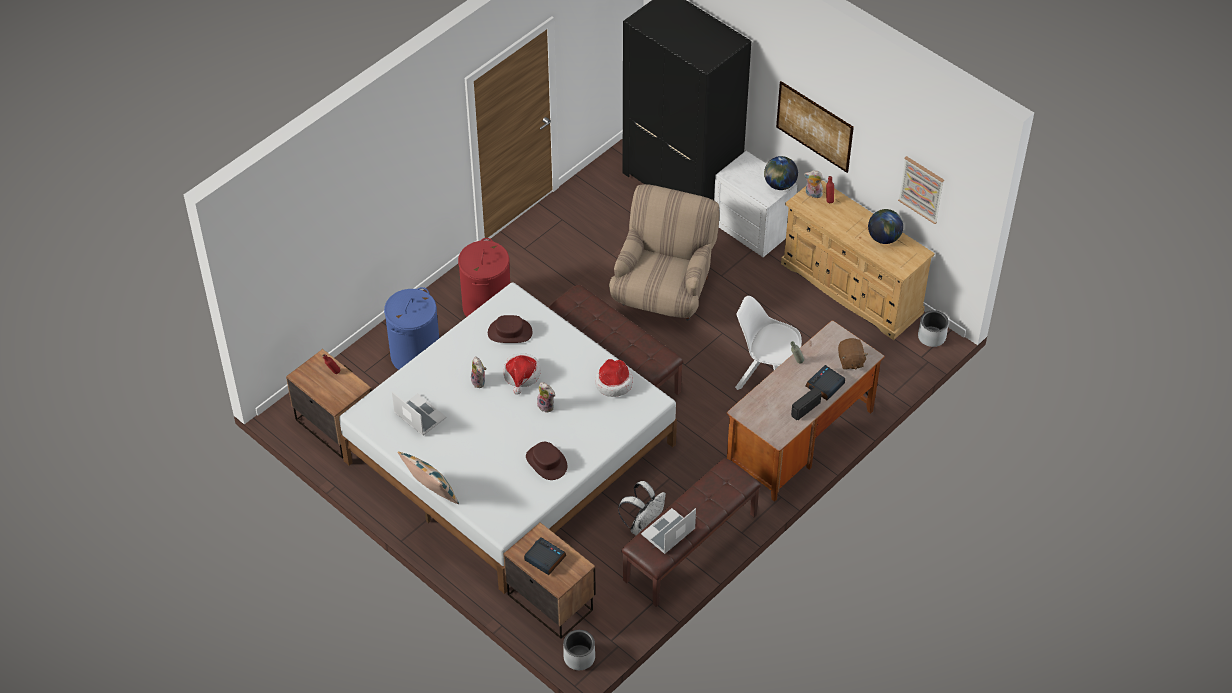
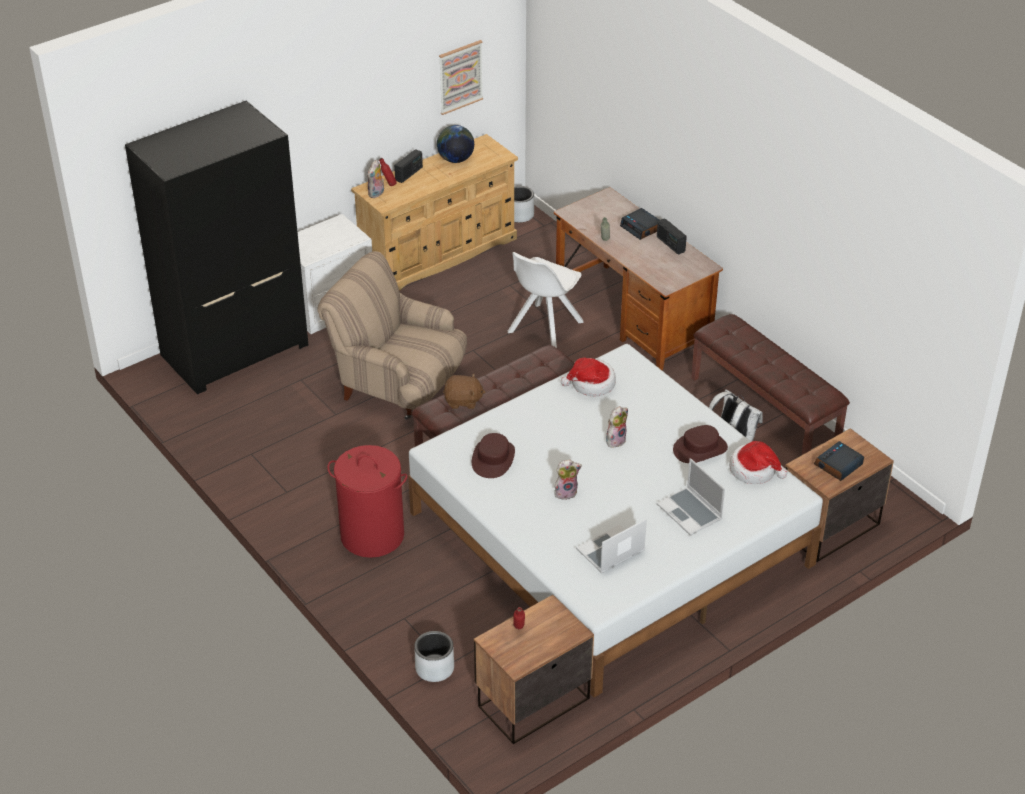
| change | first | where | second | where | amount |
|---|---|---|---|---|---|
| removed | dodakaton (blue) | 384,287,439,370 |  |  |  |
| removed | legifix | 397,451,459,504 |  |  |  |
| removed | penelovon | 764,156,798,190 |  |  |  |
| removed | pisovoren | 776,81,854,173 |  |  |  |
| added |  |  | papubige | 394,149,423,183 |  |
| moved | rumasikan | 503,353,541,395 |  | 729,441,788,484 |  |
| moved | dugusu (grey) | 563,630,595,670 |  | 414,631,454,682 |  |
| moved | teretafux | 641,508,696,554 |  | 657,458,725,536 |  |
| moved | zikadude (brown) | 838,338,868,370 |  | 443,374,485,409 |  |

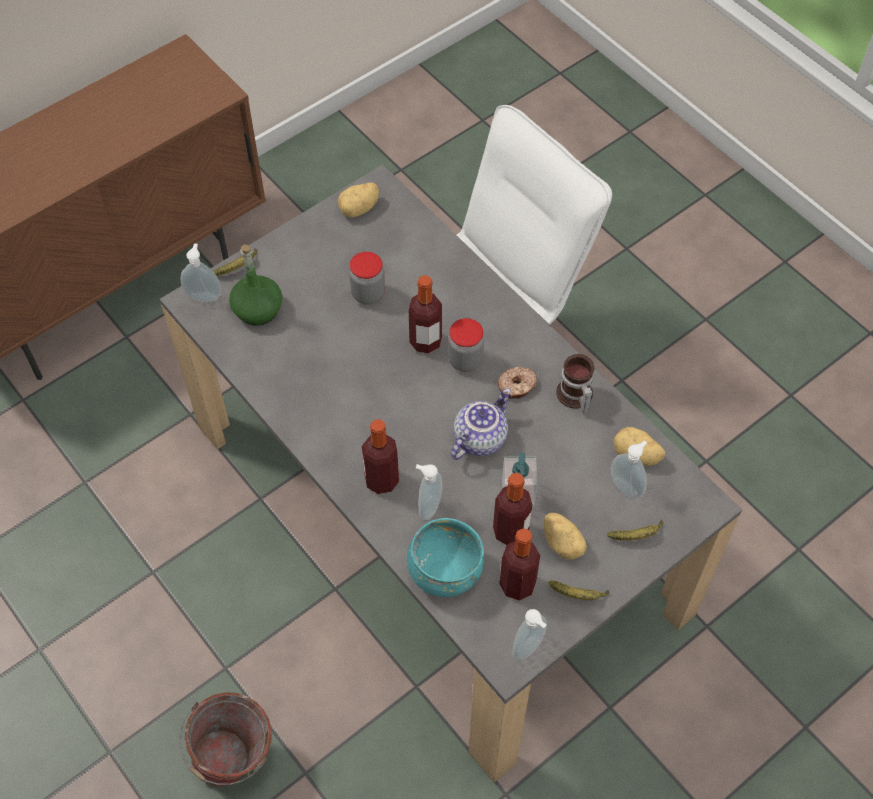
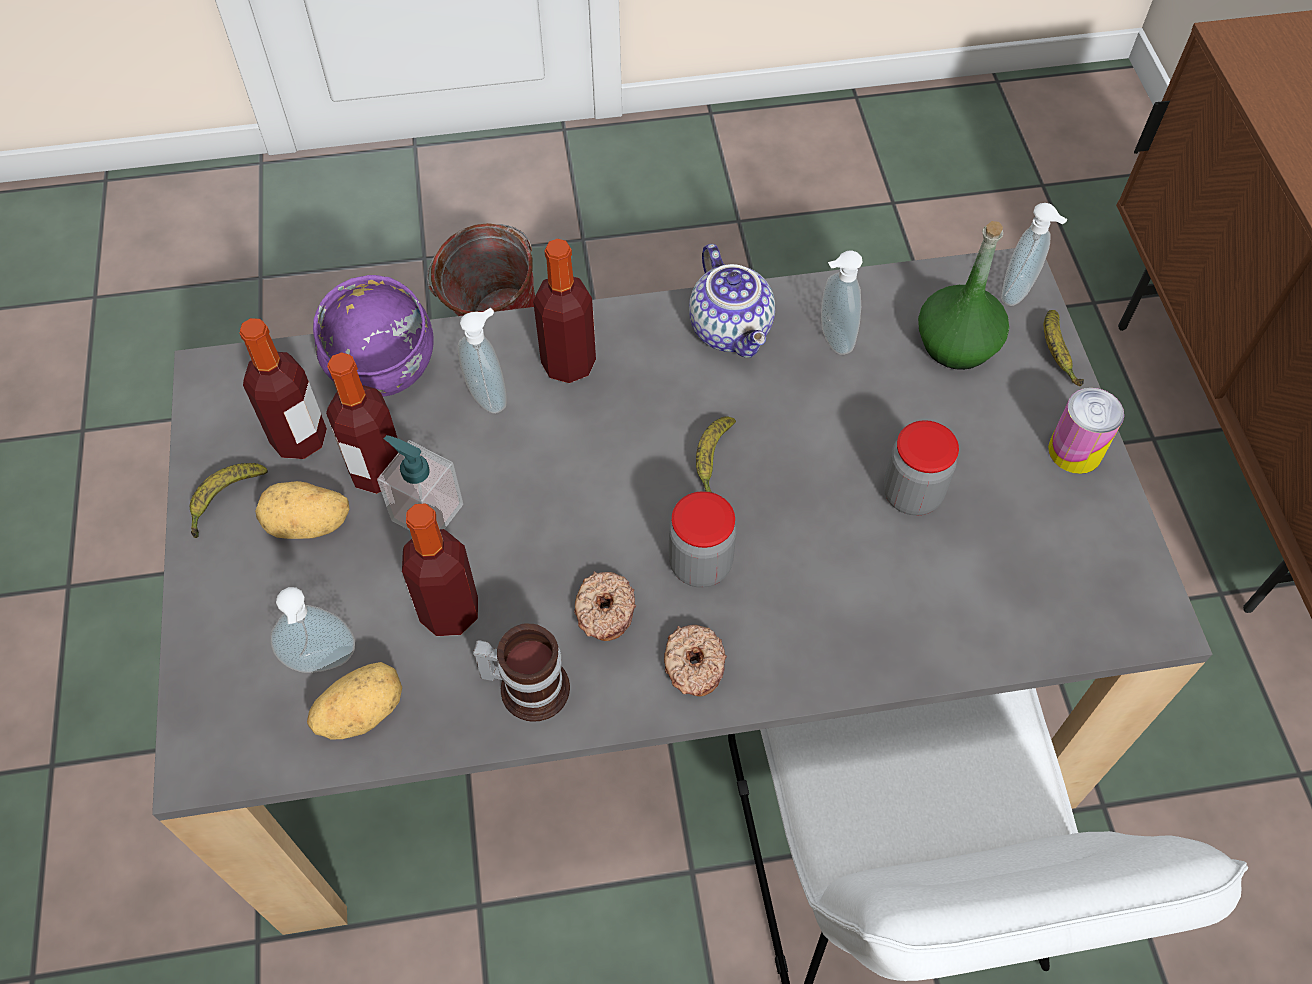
| change | first | where | second | where | amount |
|---|---|---|---|---|---|
| removed | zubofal | 338,183,379,217 |  |  |  |
| added |  |  | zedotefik | 664,625,727,696 |  |
| added |  |  | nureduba | 1048,388,1124,474 |  |
| moved | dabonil | 409,275,442,354 |  | 402,503,478,636 |  |
| moved | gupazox | 451,388,511,460 |  | 689,244,775,358 |  |
| moved | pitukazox | 512,609,547,660 |  | 821,251,863,355 |  |
| moved | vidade | 607,520,663,541 |  | 696,416,736,493 |  |
| recoloured | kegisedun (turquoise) | 407,518,484,597 | kegisedun (purple) | 313,275,434,397 |  |

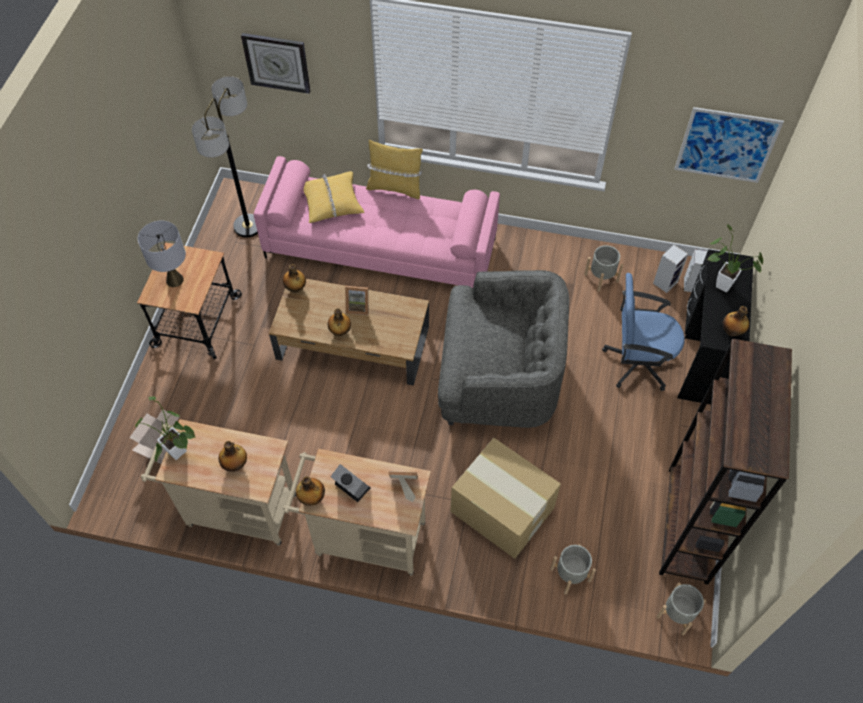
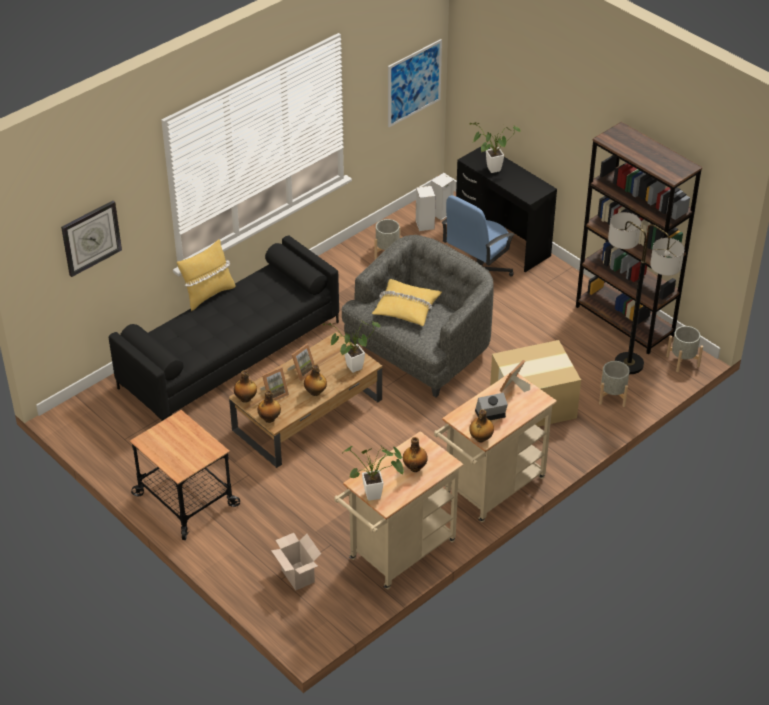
| change | first | where | second | where | amount |
|---|---|---|---|---|---|
| removed | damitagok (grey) | 138,220,186,287 |  |  |  |
| added |  |  | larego | 260,367,289,400 |  |
| added |  |  | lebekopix | 323,320,380,373 |  |
| moved | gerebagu | 192,76,258,238 |  | 608,212,684,374 |  |
| moved | legifix (yellow) | 303,171,364,223 |  | 372,279,442,326 |  |
| moved | dabonil | 722,306,749,336 |  | 258,390,281,423 |  |
| recoloured | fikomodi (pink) | 253,156,500,288 | fikomodi (black) | 109,236,339,421 |  |

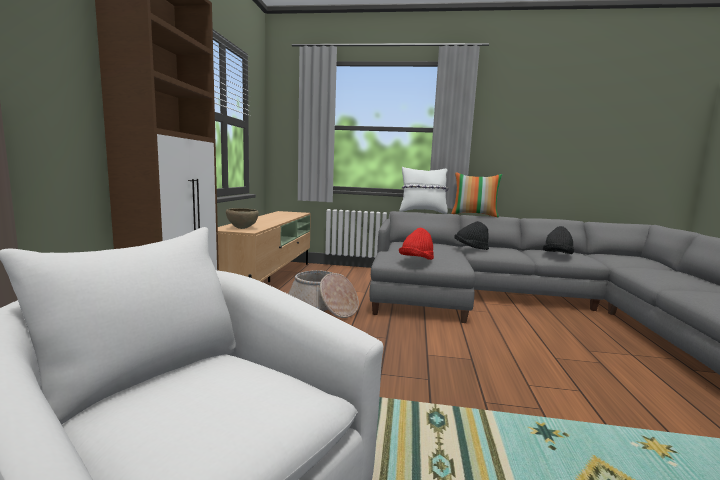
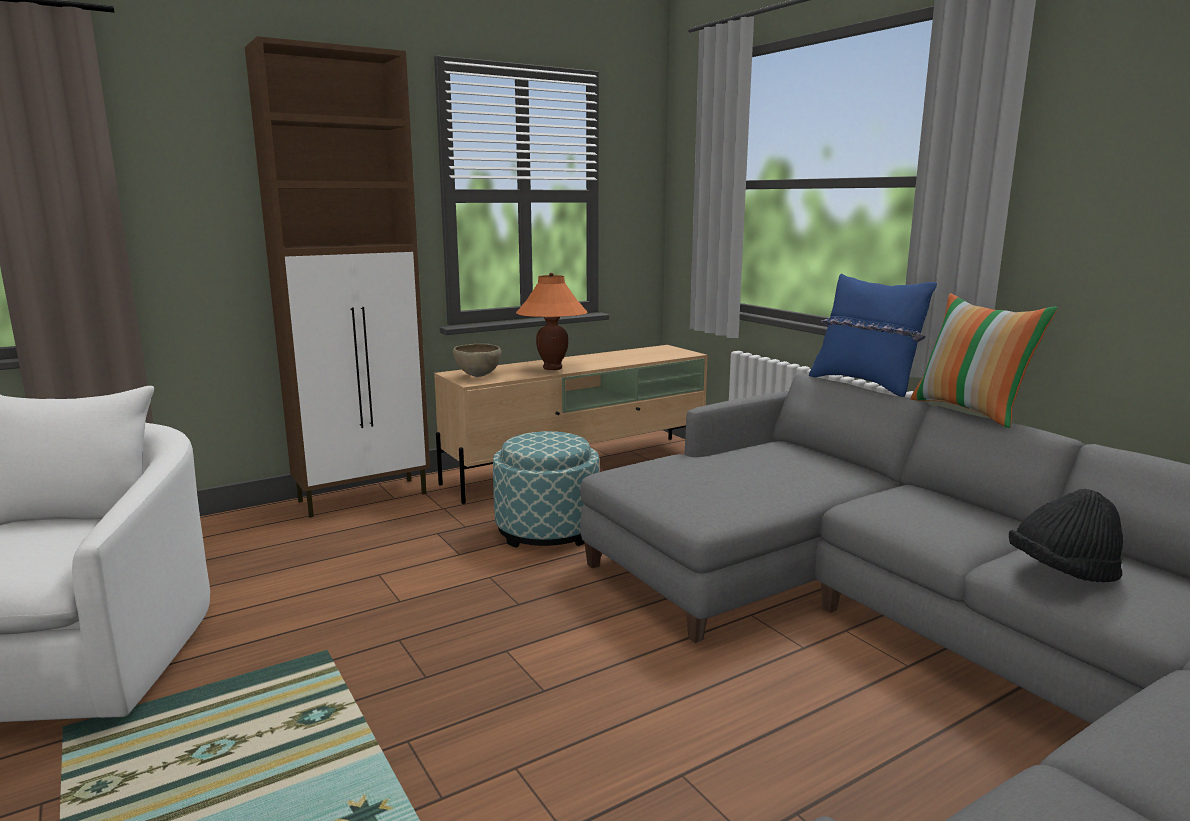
| change | first | where | second | where | amount |
|---|---|---|---|---|---|
| removed | rumasikan (red) | 399,228,434,260 |  |  |  |
| removed | rumasikan (black) | 454,221,489,250 |  |  |  |
| added |  |  | damitagok (orange) | 516,273,588,370 |  |
| replaced | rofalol | 288,270,359,318 | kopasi | 493,431,600,548 |  |
| recoloured | legifix (white) | 399,167,449,214 | legifix (blue) | 809,273,937,397 |  |

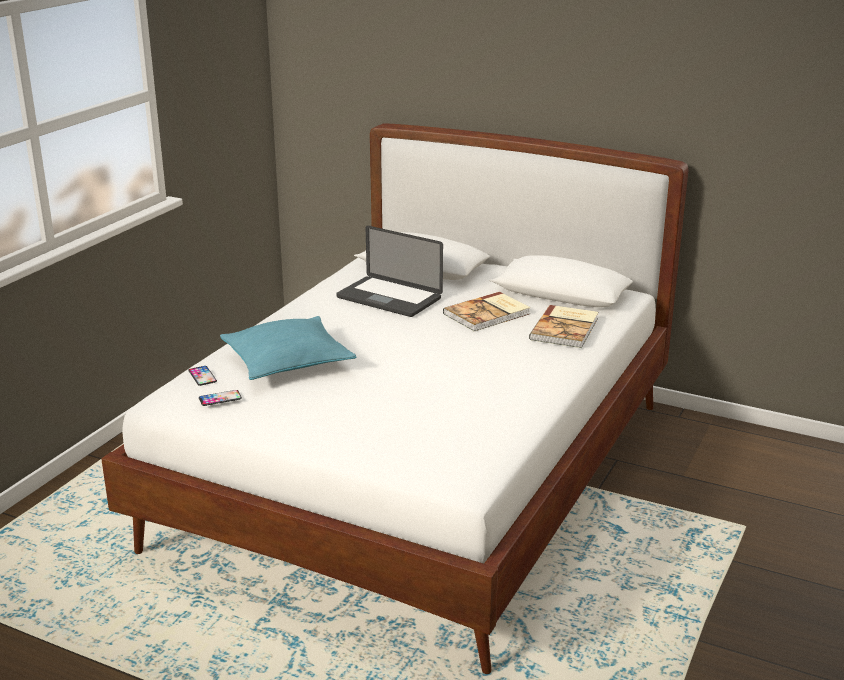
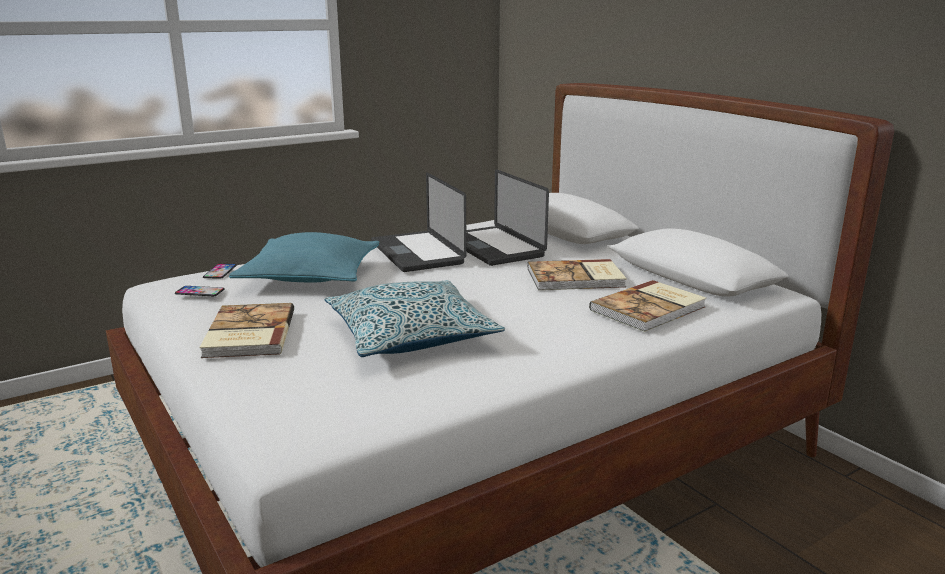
| change | first | where | second | where | amount |
|---|---|---|---|---|---|
| added |  |  | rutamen | 199,303,294,358 |  |
| added |  |  | legifix | 325,280,505,357 |  |
| added |  |  | teretafux | 371,172,466,272 |  |

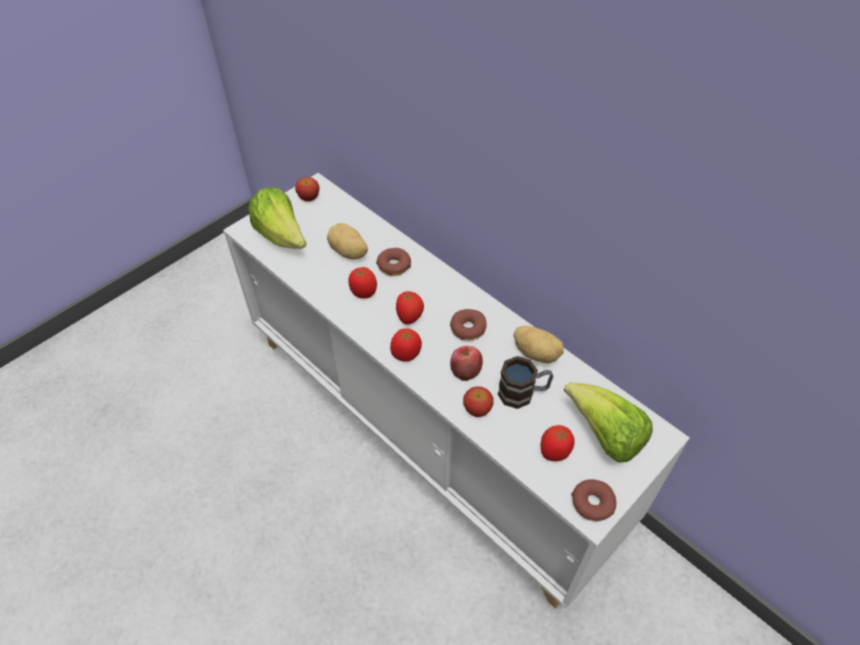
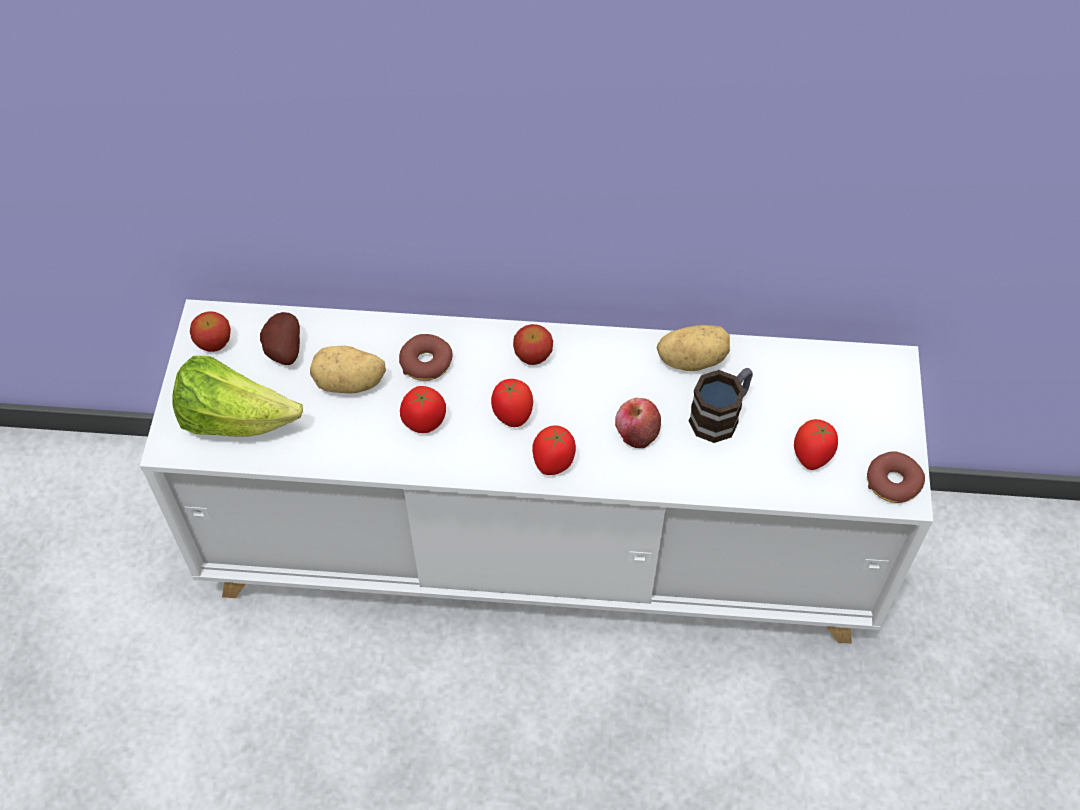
| change | first | where | second | where | amount |
|---|---|---|---|---|---|
| removed | zedotefik | 450,309,487,341 |  |  |  |
| removed | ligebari | 564,383,653,462 |  |  |  |
| added |  |  | zubofal | 260,312,300,365 |  |
| moved | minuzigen | 463,386,494,417 |  | 513,324,553,365 |  |

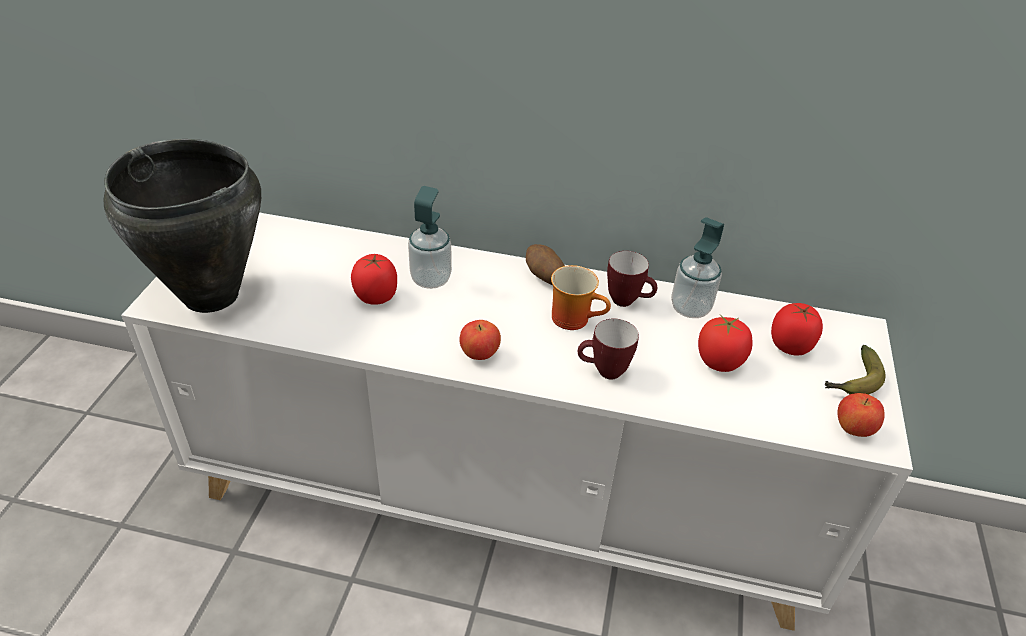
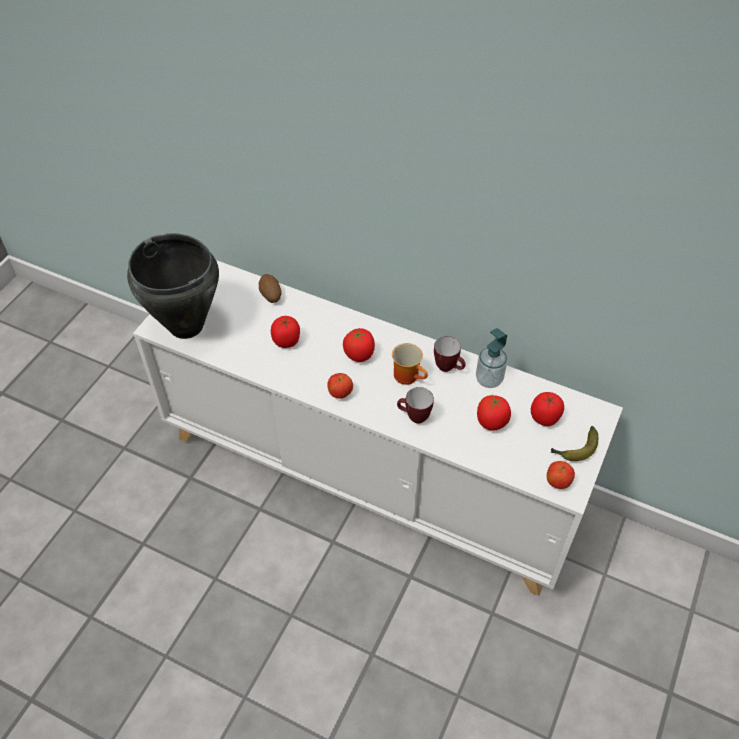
| change | first | where | second | where | amount |
|---|---|---|---|---|---|
| removed | pitukazox | 408,186,452,289 |  |  |  |
| added |  |  | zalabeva | 343,327,375,362 |  |
| moved | zubofal | 526,244,565,285 |  | 259,274,281,303 |  |

